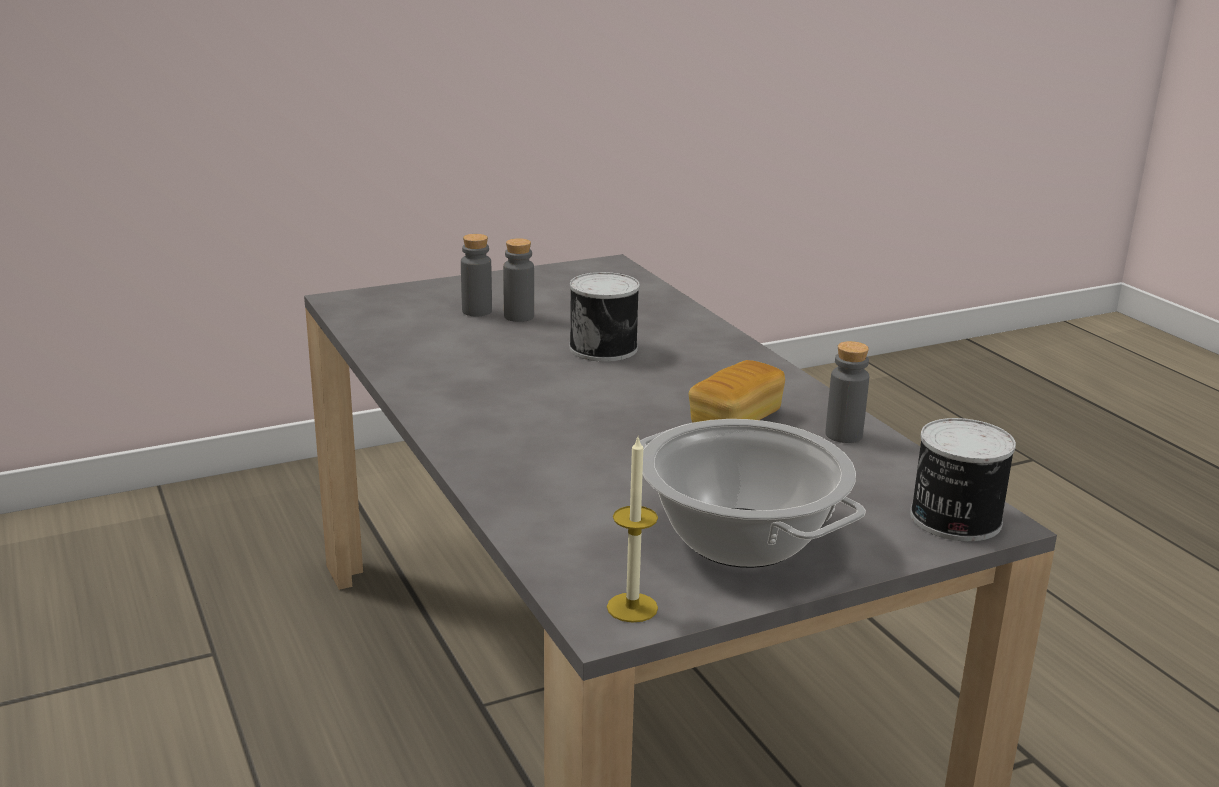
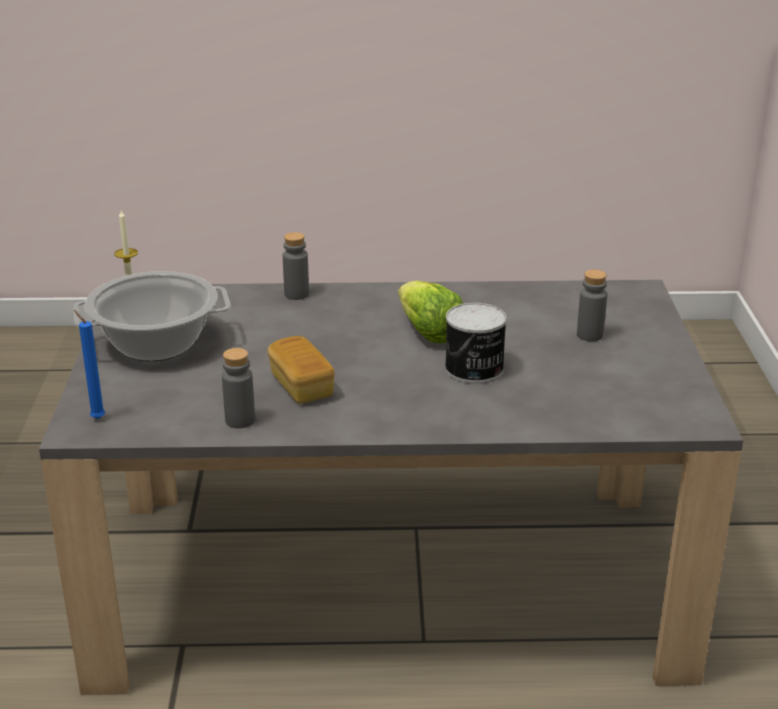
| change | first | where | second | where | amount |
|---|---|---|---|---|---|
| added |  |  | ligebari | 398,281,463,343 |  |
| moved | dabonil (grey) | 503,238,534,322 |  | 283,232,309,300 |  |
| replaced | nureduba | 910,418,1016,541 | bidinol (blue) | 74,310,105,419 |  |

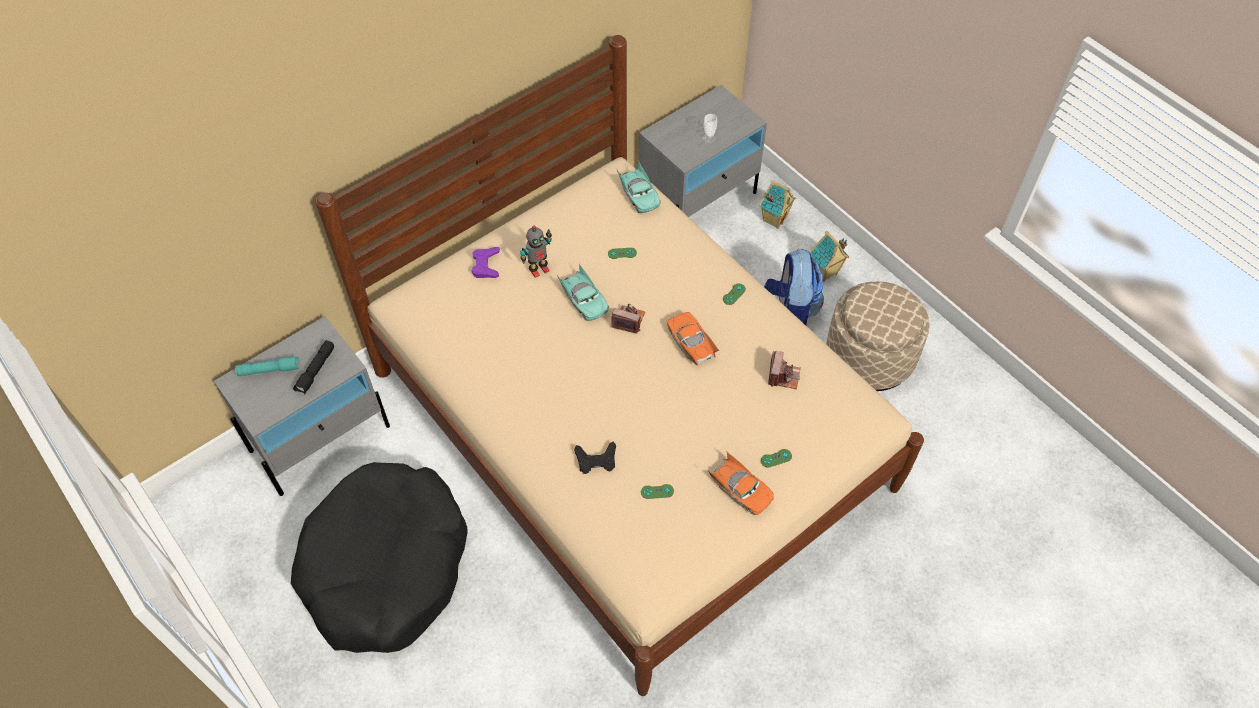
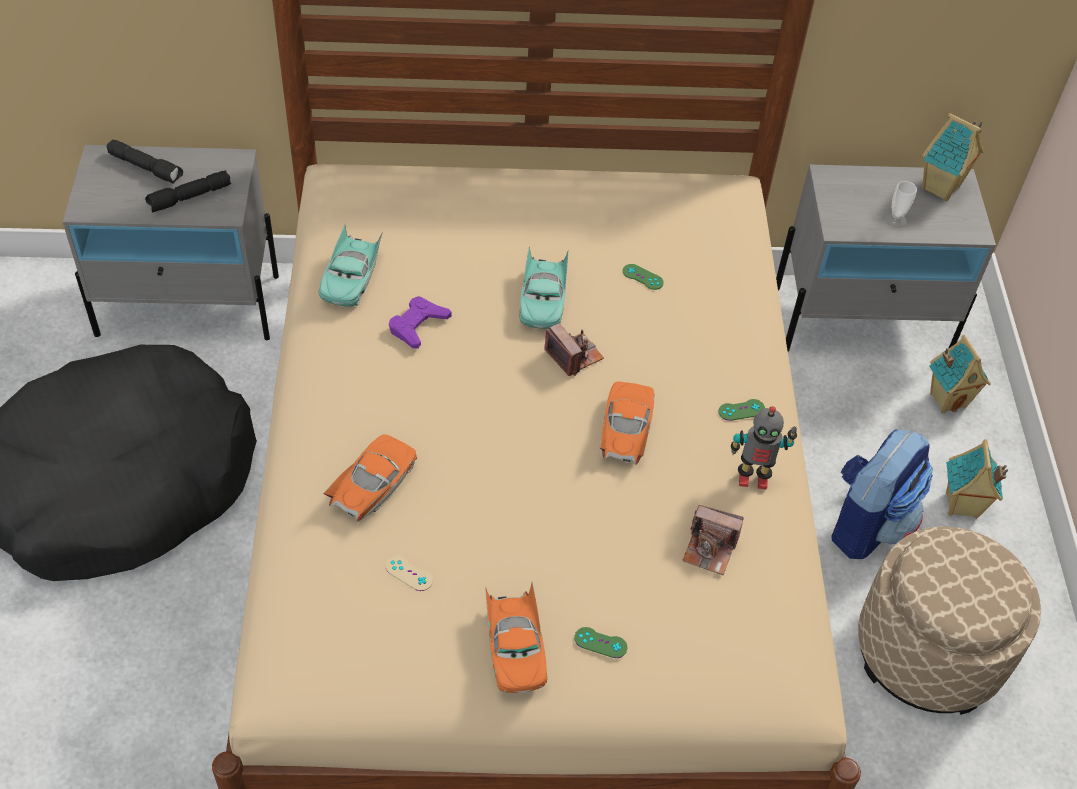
| change | first | where | second | where | amount |
|---|---|---|---|---|---|
| added |  |  | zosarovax | 922,113,984,201 |  |
| moved | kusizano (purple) | 472,247,500,278 |  | 389,296,451,349 |  |
| moved | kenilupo | 520,226,552,278 |  | 731,406,797,490 |  |
| moved | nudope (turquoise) | 616,161,661,213 |  | 319,225,383,307 |  |
| replaced | kusizano (black) | 574,441,616,474 | nudope (orange) | 323,434,417,522 |  |
| recoloured | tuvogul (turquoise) | 235,356,299,376 | tuvogul (black) | 106,139,183,184 |  |
| recoloured | kusizano (green) | 641,484,674,499 | kusizano (beige) | 386,556,433,591 |  |
| turned | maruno | 768,351,801,389 |  | 682,505,744,575 | 60 degrees clockwise |

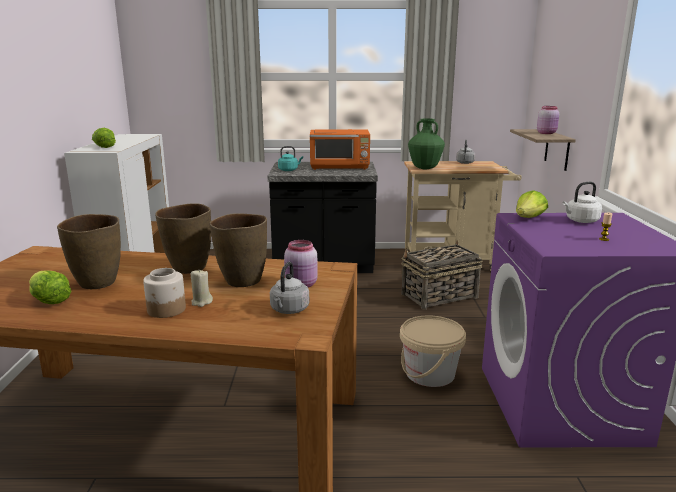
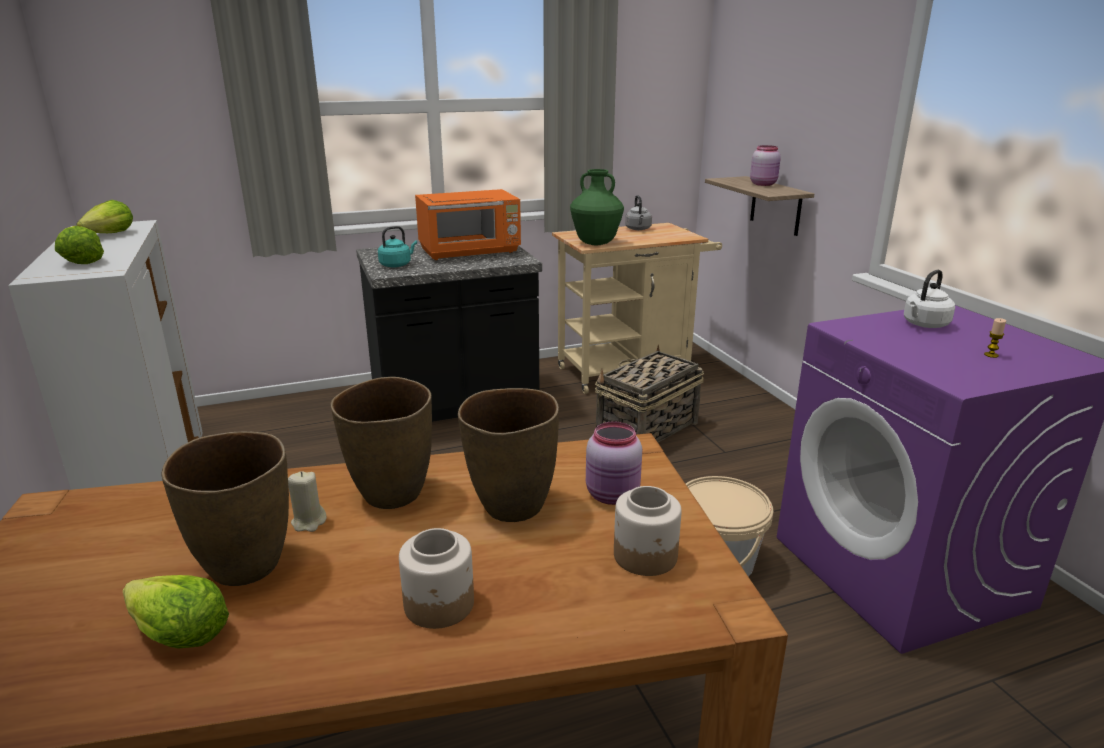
| change | first | where | second | where | amount |
|---|---|---|---|---|---|
| moved | bidinol (beige) | 191,270,213,307 |  | 288,471,327,532 |  |
| moved | ligebari | 516,190,548,218 |  | 77,200,133,233 |  |
| replaced | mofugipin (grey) | 270,262,309,314 | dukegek | 614,486,682,576 |  |

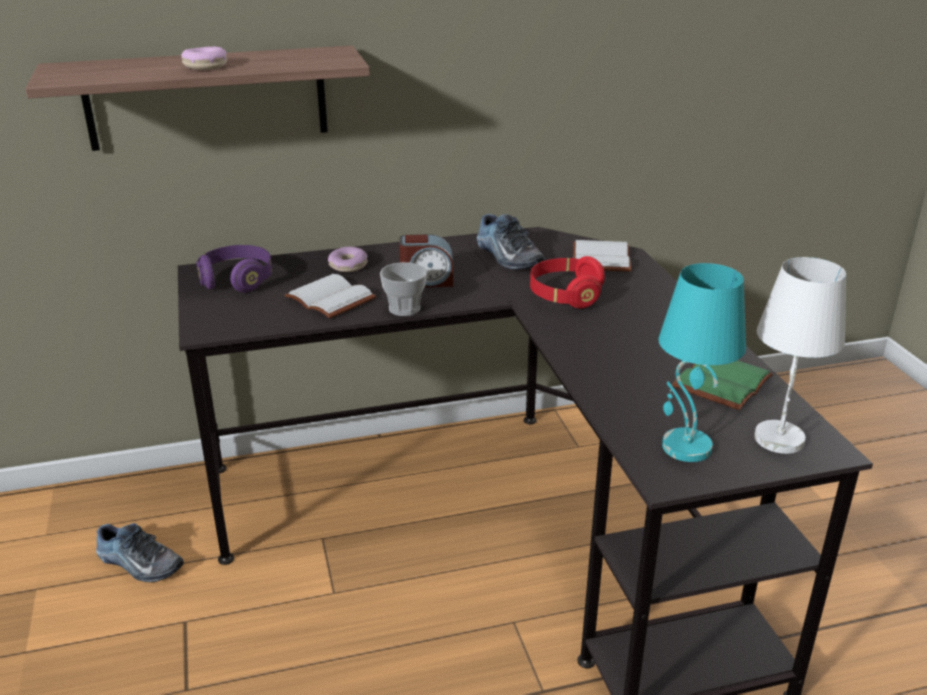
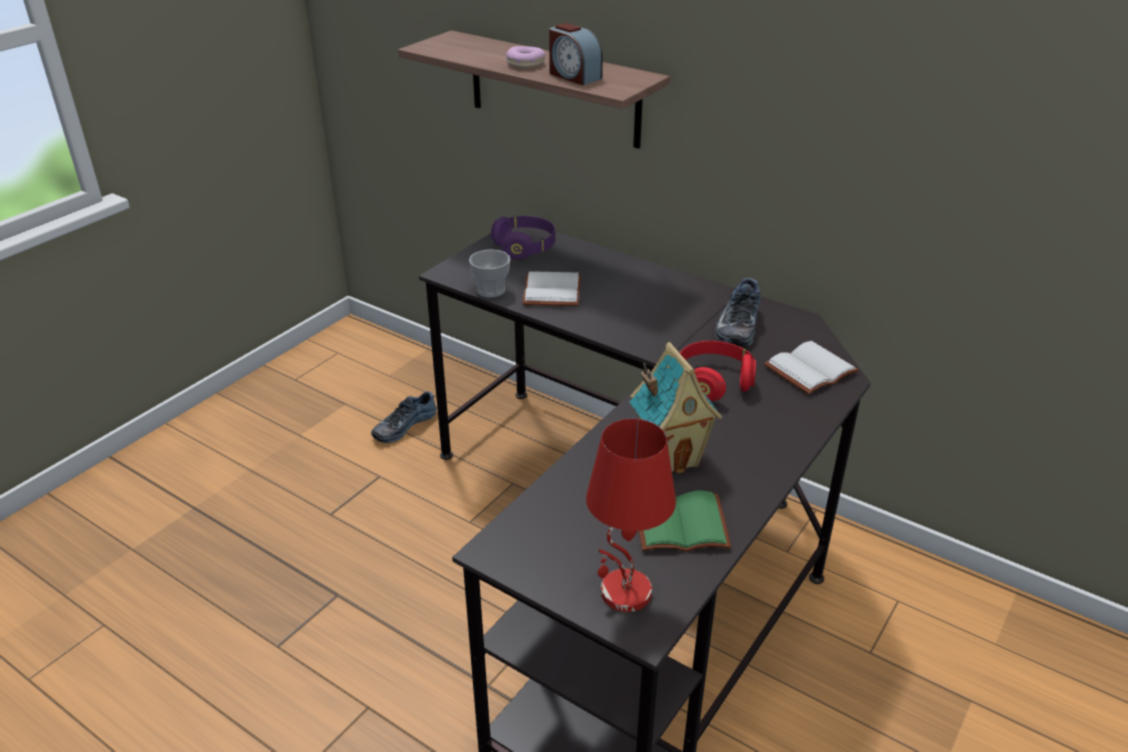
| change | first | where | second | where | amount |
|---|---|---|---|---|---|
| removed | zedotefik | 328,247,368,272 |  |  |  |
| removed | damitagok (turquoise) | 659,263,746,462 |  |  |  |
| added |  |  | zosarovax | 630,342,722,473 |  |
| moved | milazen | 380,262,427,316 |  | 469,249,510,298 |  |
| moved | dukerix | 399,234,453,287 |  | 549,23,603,85 |  |
| recoloured | damitagok (white) | 754,257,846,454 | damitagok (red) | 586,419,676,612 |  |
| turned | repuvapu | 96,523,184,582 |  | 371,391,437,443 | 60 degrees clockwise |

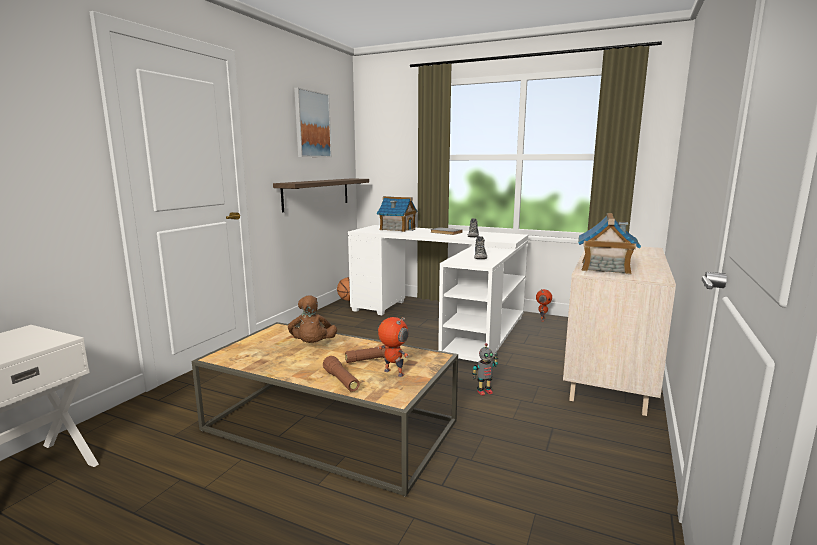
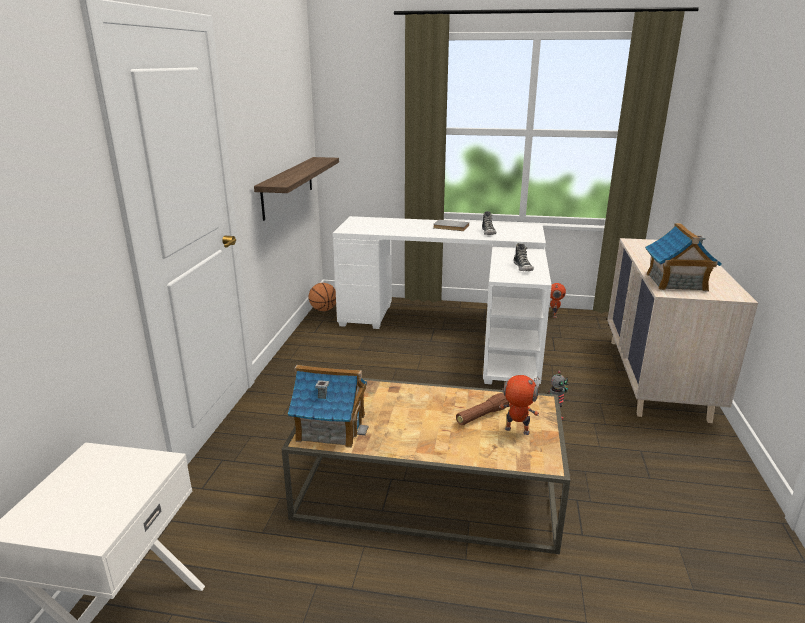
| change | first | where | second | where | amount |
|---|---|---|---|---|---|
| removed | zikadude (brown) | 288,295,337,343 |  |  |  |
| removed | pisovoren | 294,88,332,157 |  |  |  |
| removed | tuvogul (brown) | 323,356,360,391 |  |  |  |
| moved | zosarovax | 377,196,417,232 |  | 288,365,369,448 |  |

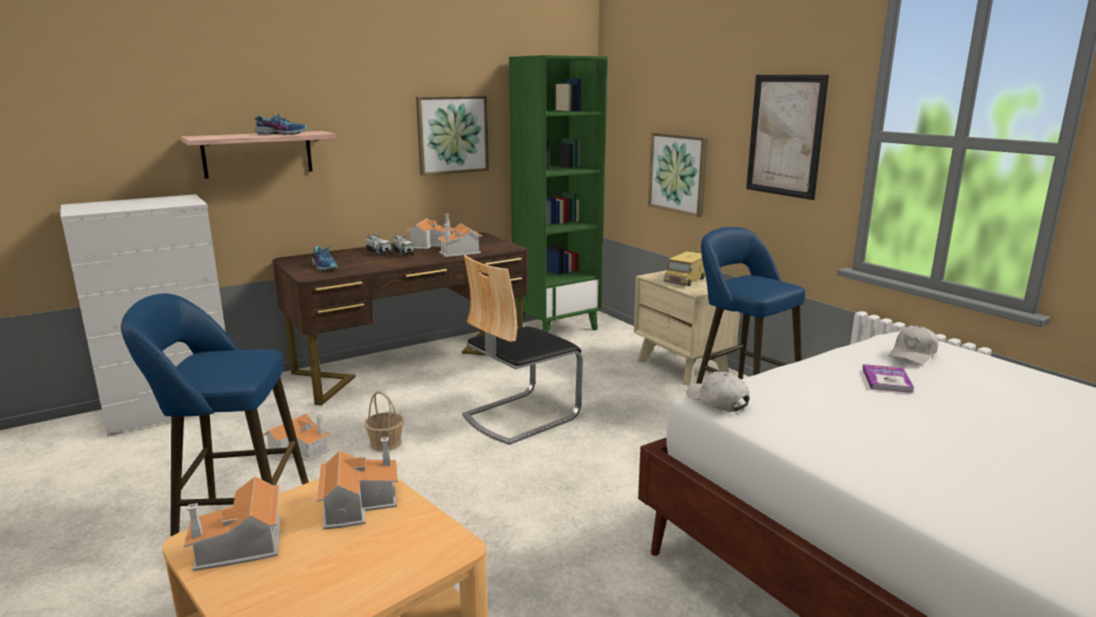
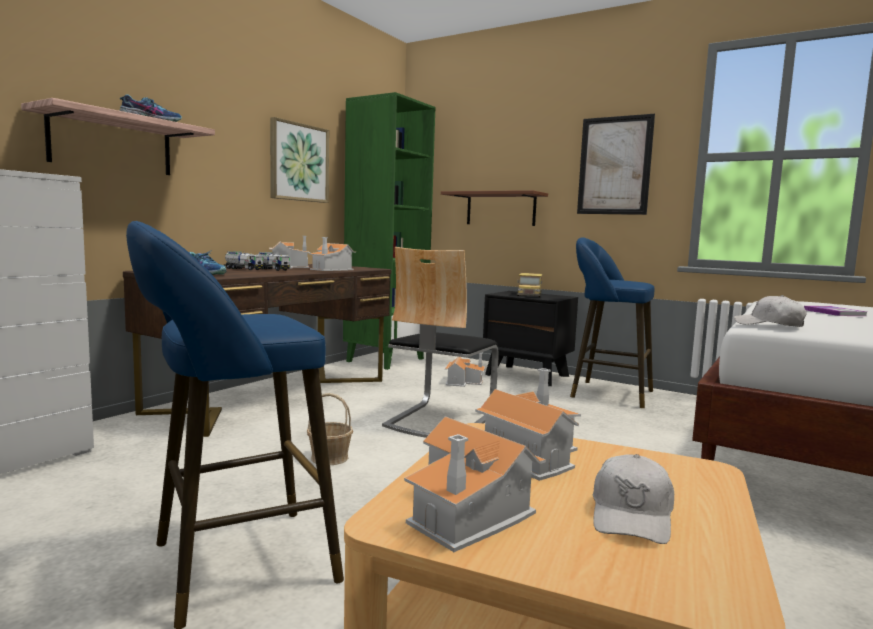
| change | first | where | second | where | amount |
|---|---|---|---|---|---|
| moved | zosarovax | 263,414,331,462 |  | 445,352,485,387 |  |
| moved | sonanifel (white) | 889,326,938,364 |  | 593,454,674,544 |  |
| replaced | pisovoren | 648,133,708,217 | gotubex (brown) | 441,190,548,226 |  |
| recoloured | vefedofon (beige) | 634,270,740,386 | vefedofon (black) | 483,291,578,386 |  |

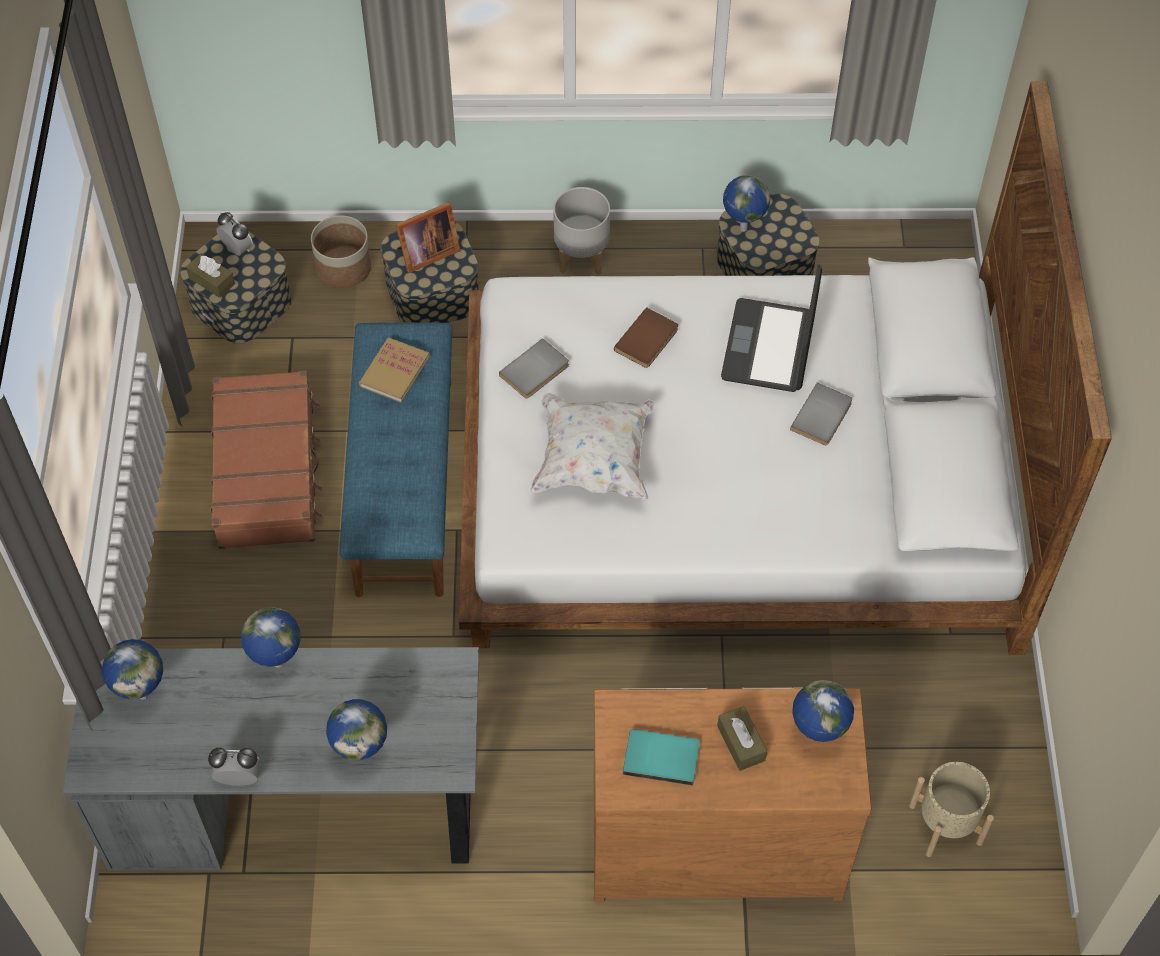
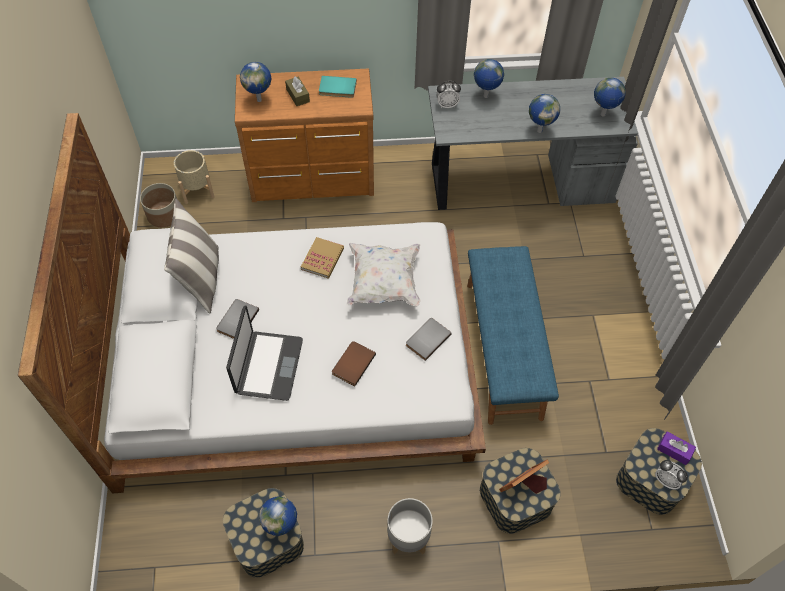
| change | first | where | second | where | amount |
|---|---|---|---|---|---|
| removed | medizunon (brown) | 210,371,323,549 |  |  |  |
| added |  |  | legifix | 164,198,219,314 |  |
| moved | dukerix | 208,748,259,786 |  | 437,81,461,108 |  |
| moved | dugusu | 311,215,371,288 |  | 140,183,177,227 |  |
| moved | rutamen | 359,337,430,403 |  | 301,237,344,278 |  |
| recoloured | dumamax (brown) | 186,253,235,298 | dumamax (purple) | 657,431,696,465 |  |

